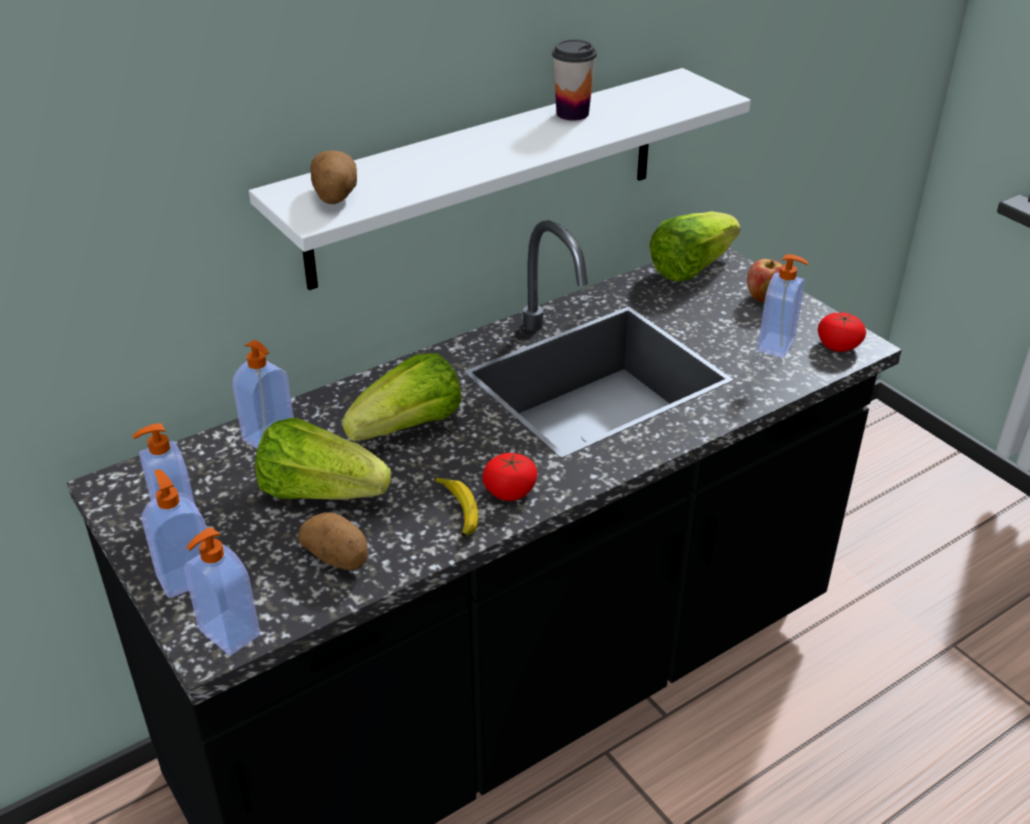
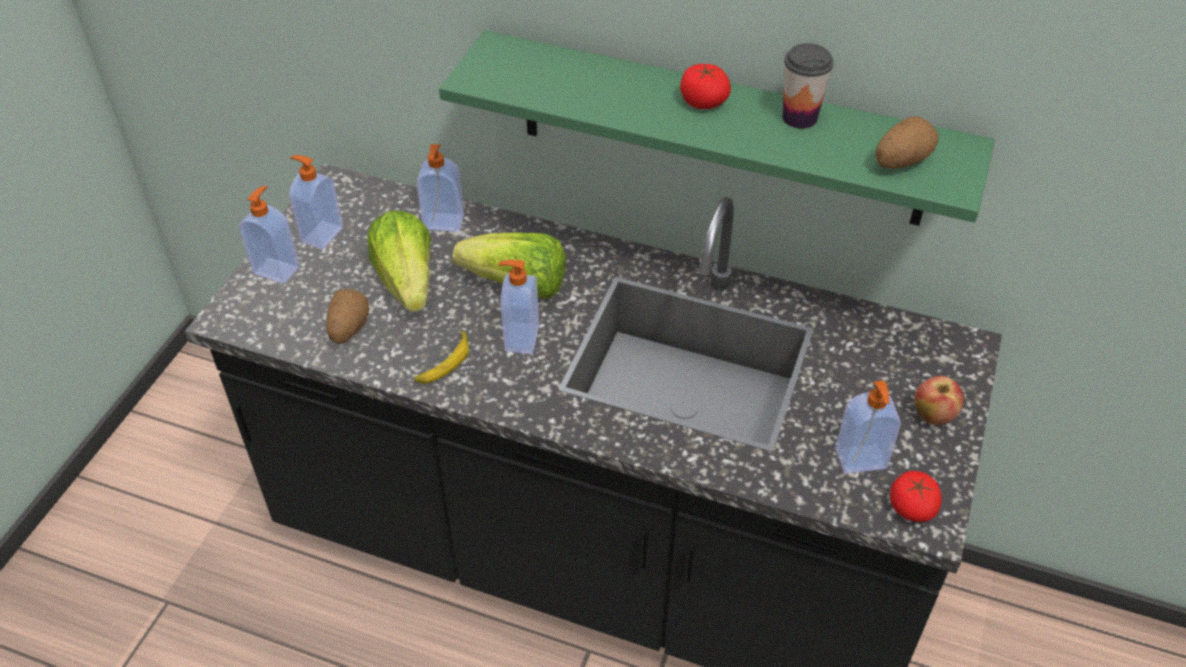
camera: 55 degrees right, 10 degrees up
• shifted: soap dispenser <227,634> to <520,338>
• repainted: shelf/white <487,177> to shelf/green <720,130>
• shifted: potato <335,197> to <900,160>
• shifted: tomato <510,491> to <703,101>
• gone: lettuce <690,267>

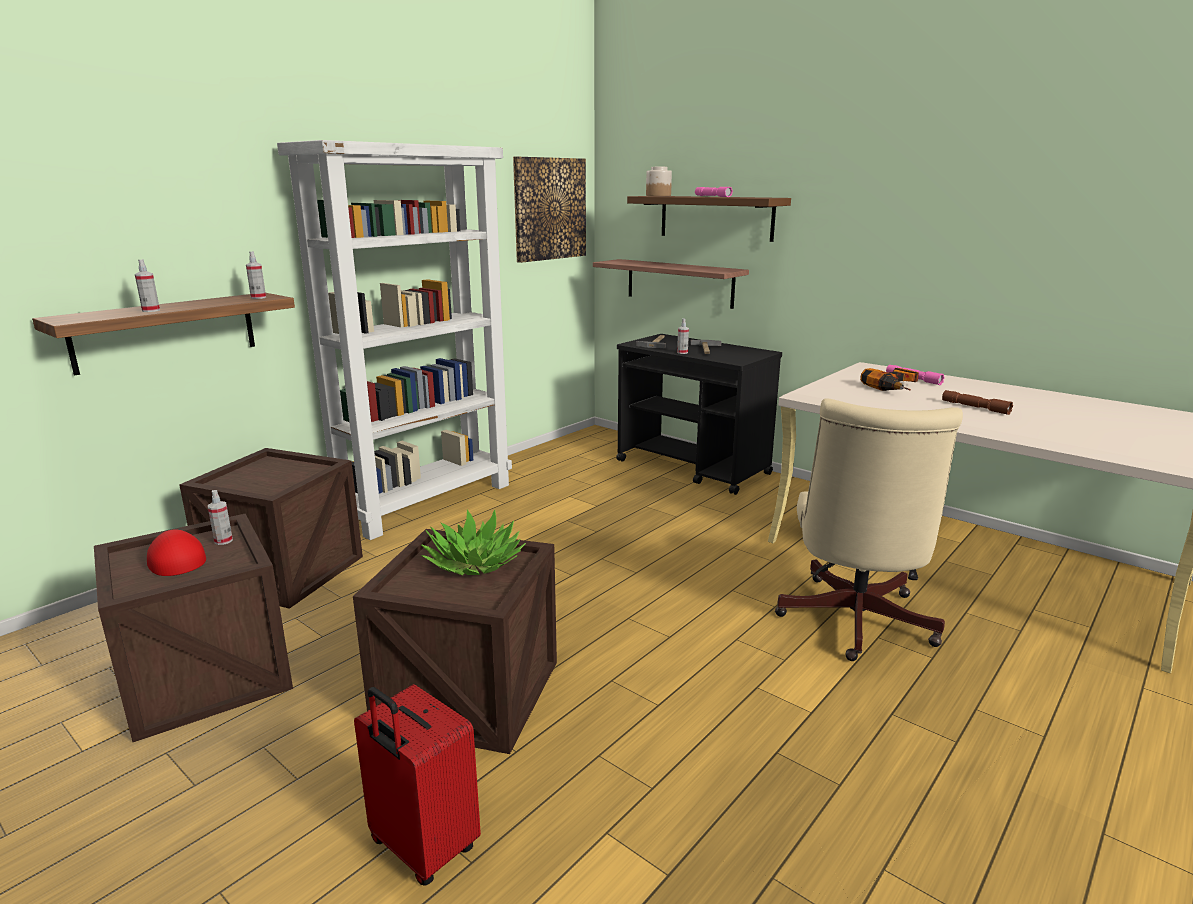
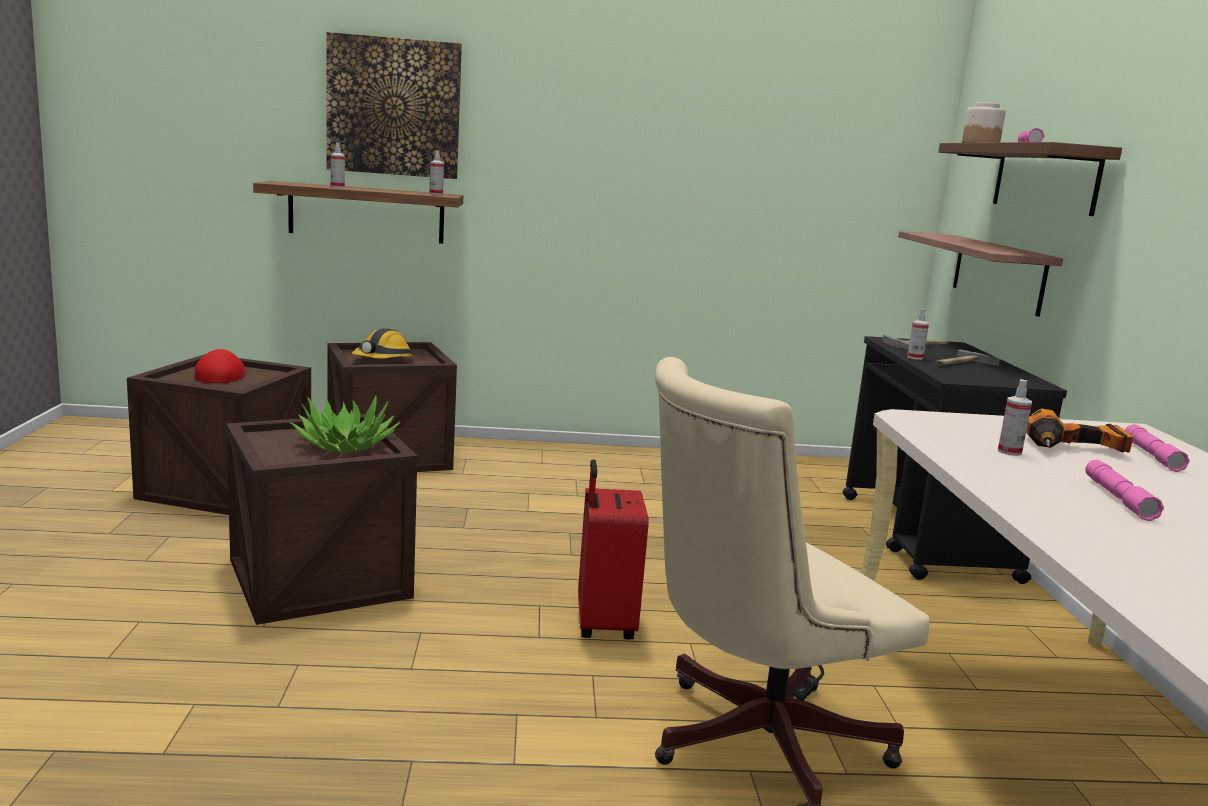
camera: 45 degrees right, 5 degrees down
• shifted: spray bottle <223,541> to <1009,452>
• gone: bookcase/white <427,502>
• shifted: suitcase/red <422,848> to <603,624>
• shifted: picture <549,209> to <394,107>
• repainted: flashlight/brown <975,407> to flashlight/pink <1118,498>
• new: hard hat <383,361>

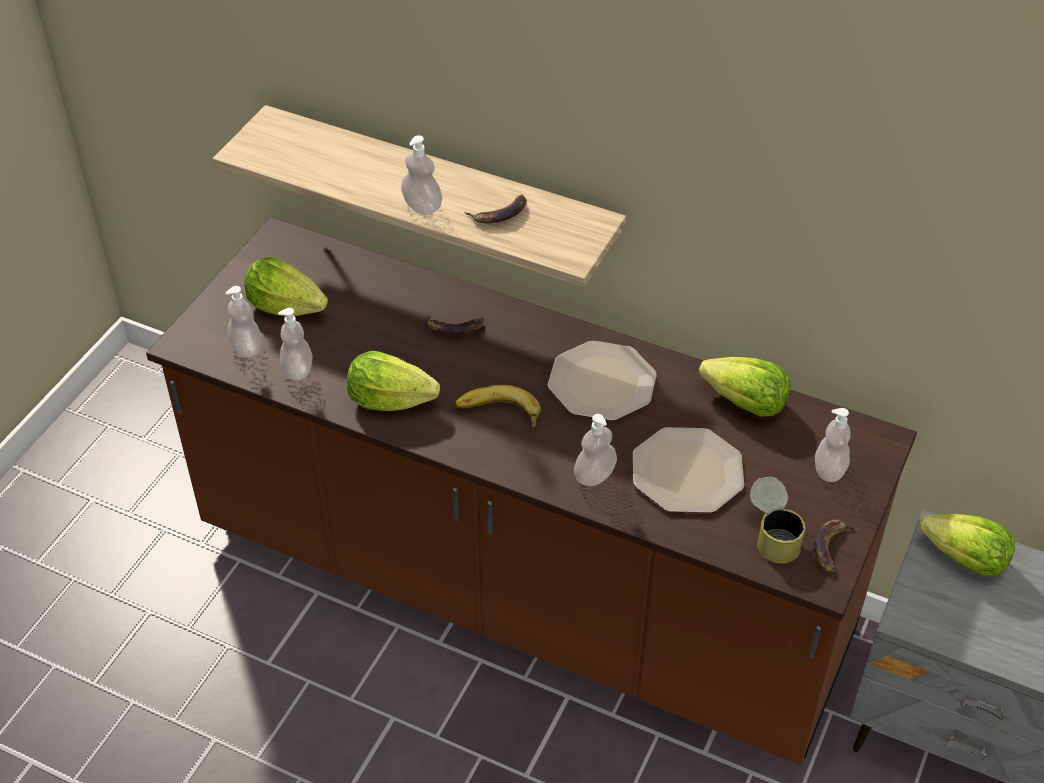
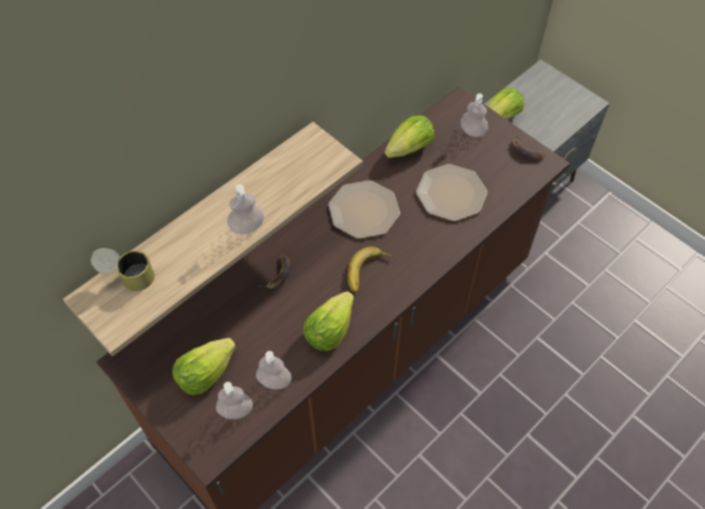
camera: 70 degrees left, 10 degrees up
• gone: banana <500,213>
• gone: soap dispenser <594,476>
• shifted: can <773,535> to <128,277>

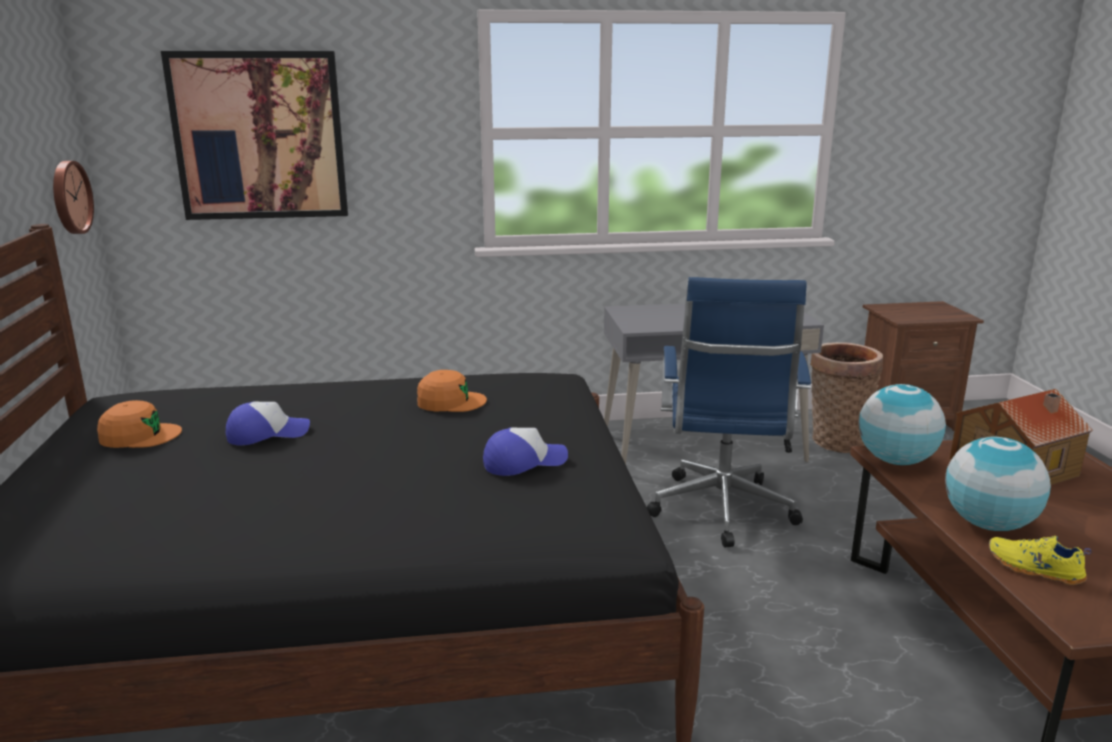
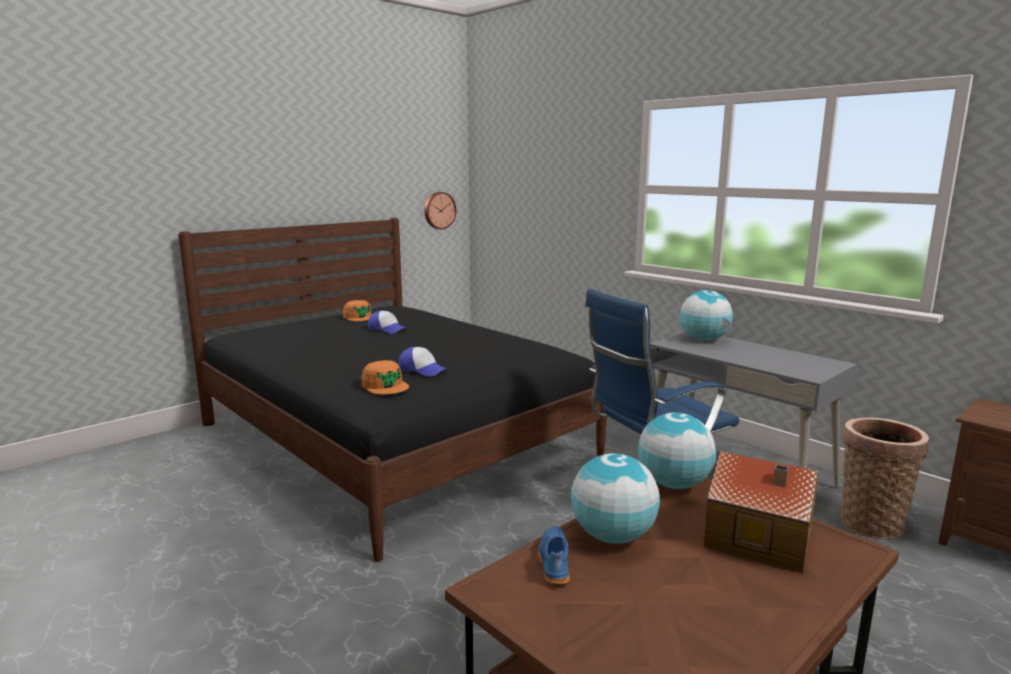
camera: 55 degrees right, 5 degrees down
• gone: picture <259,136>
• shifted: cap/orange <450,401> to <385,386>
• repainted: shoe/yellow <1034,570> to shoe/blue <553,562>
• new: globe <703,340>

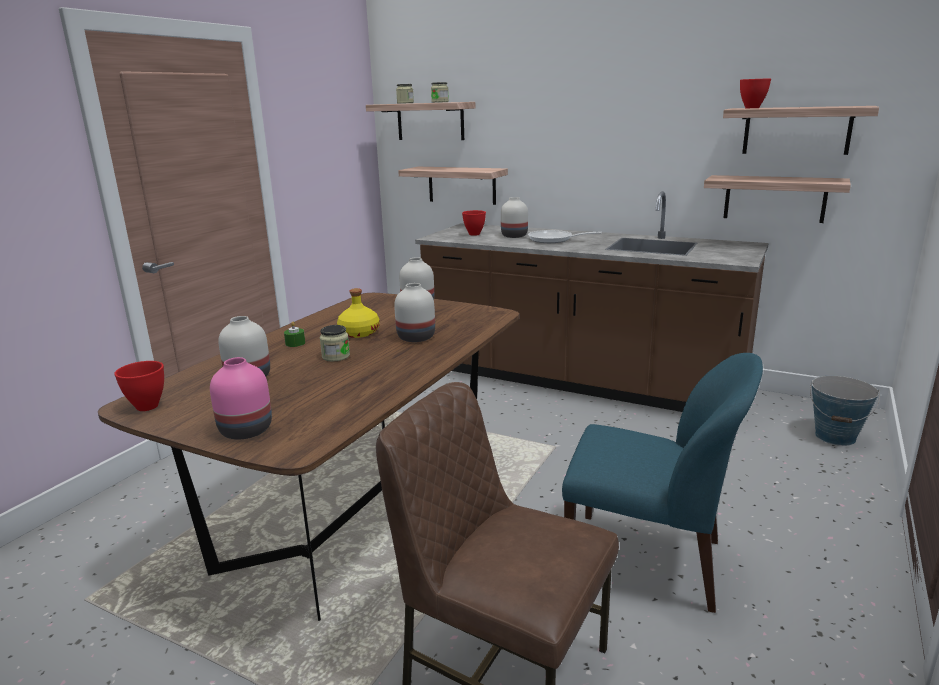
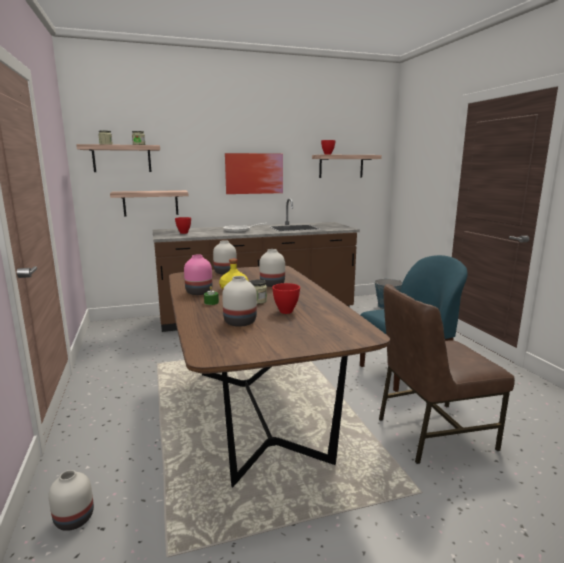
camera: 45 degrees left, 5 degrees down
• shifted: bowl/red <148,407> to <286,311>
• shifted: vase/pink <247,431> to <200,292>
• shifted: vase/white <514,236> to <75,519>
• gone: shelf <774,198>
• new: picture <254,173>

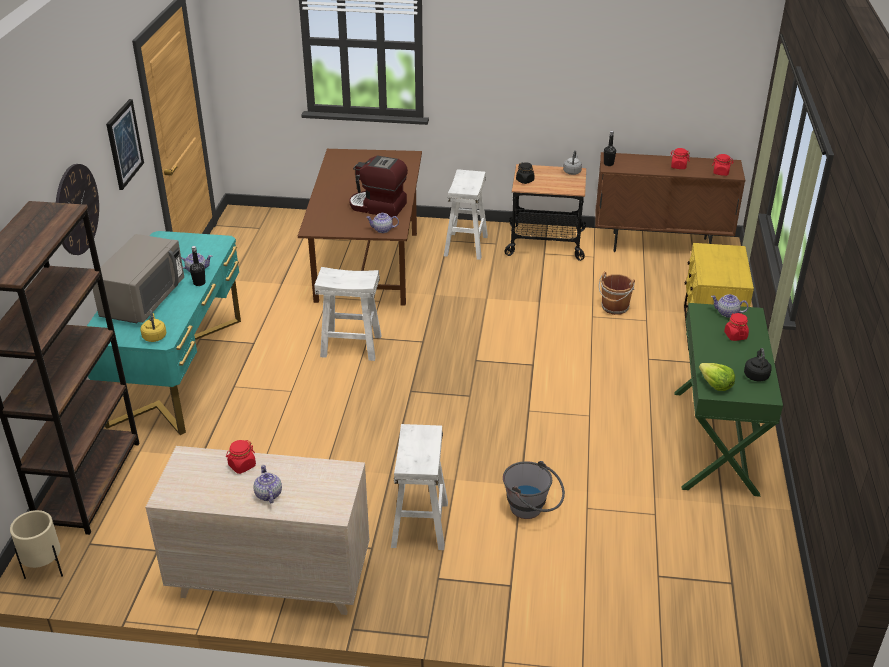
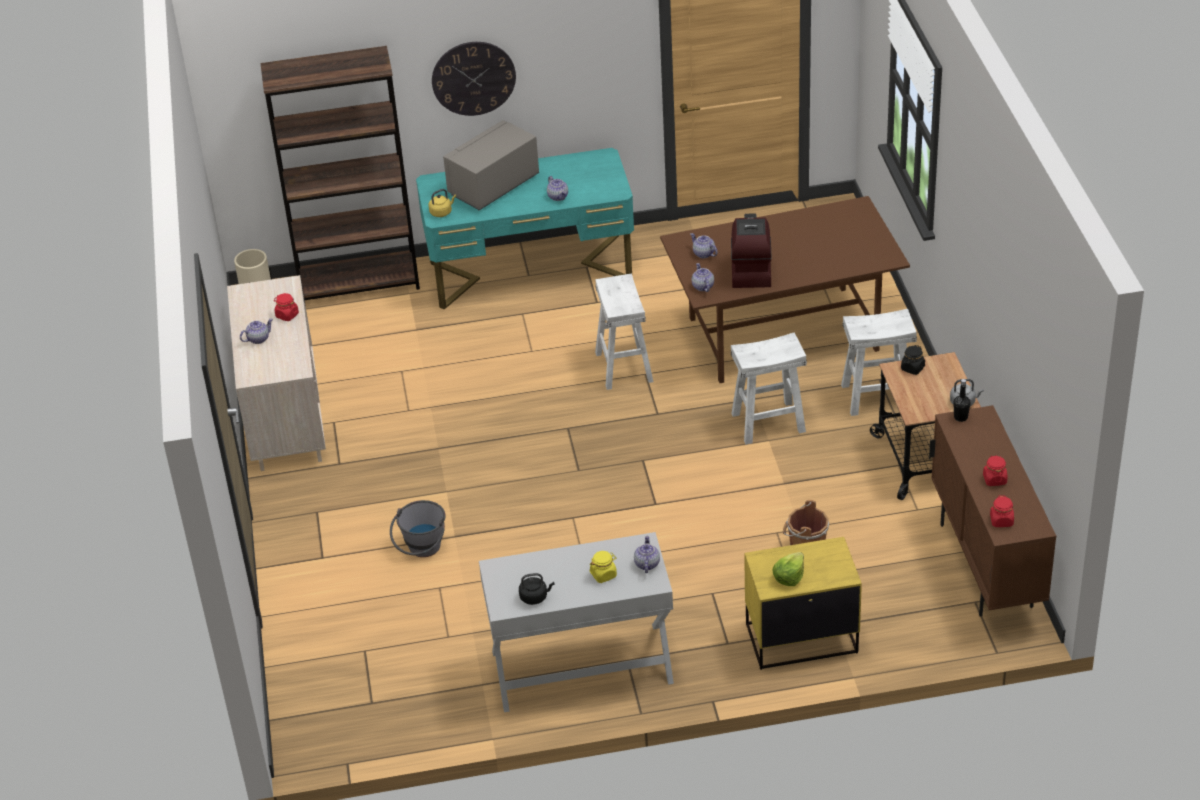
camera: 75 degrees right, 5 degrees up
• rotated: microwave/grey <143,300> = <493,186> 135 degrees clockwise
• gone: picture <124,144>
• gone: bottle/black <199,283>
• shifted: stool/white <420,524> to <768,423>
• repainted: console table/green <715,441> to console table/white <582,668>
• shifted: lettuce <715,385> to <789,576>
• repainted: jar/red <735,335> to jar/yellow <603,575>
• new: teapot <703,253>

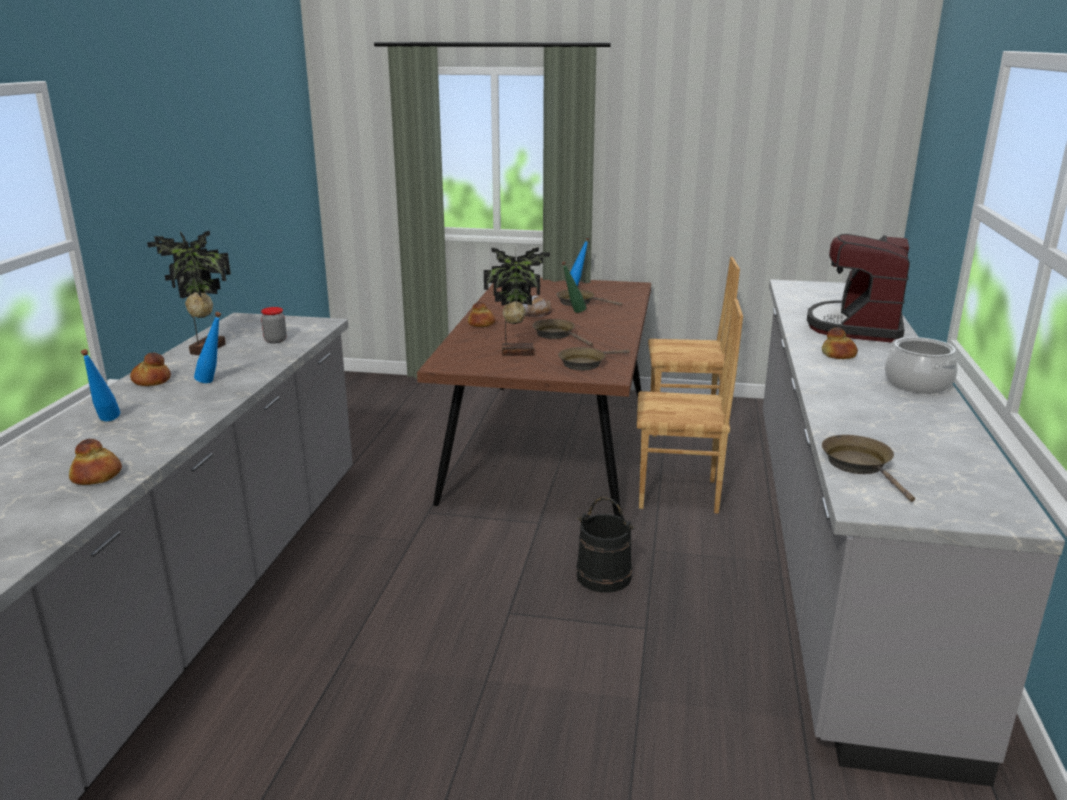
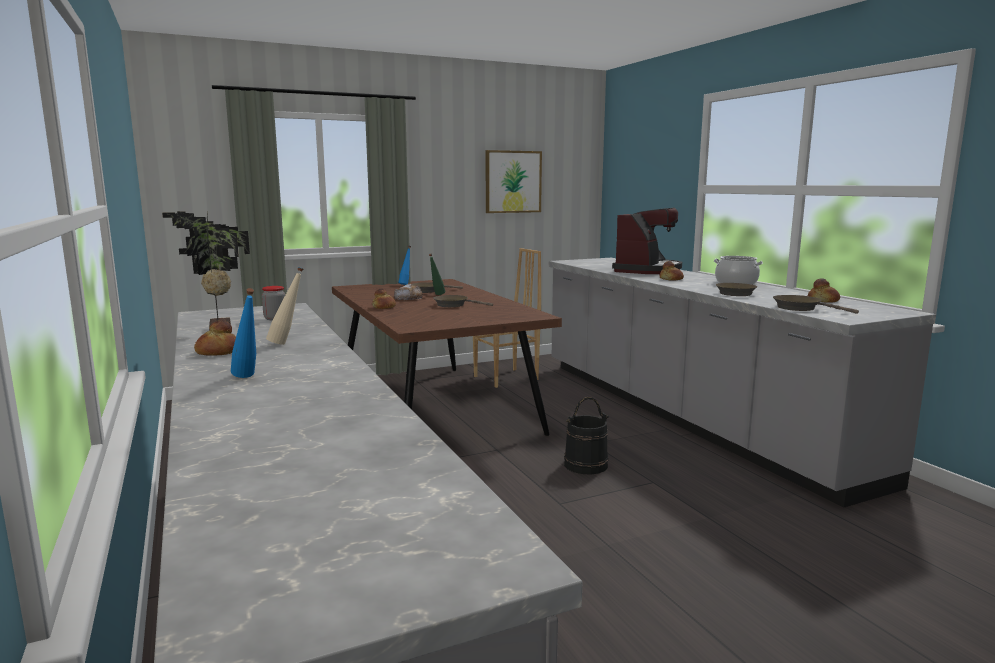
camera: 35 degrees left, 10 degrees down
• shifted: bread <97,476> to <823,300>
• repainted: bottle/blue <213,382> to bottle/beige <287,343>
• gone: potted plant <516,352>
• shifted: frying pan/brown <585,363> to <735,293>
• gone: chair/brown <678,495>
• rotated: coffee machine <856,326> = <647,270> 135 degrees counterclockwise
• new: picture <513,182>

